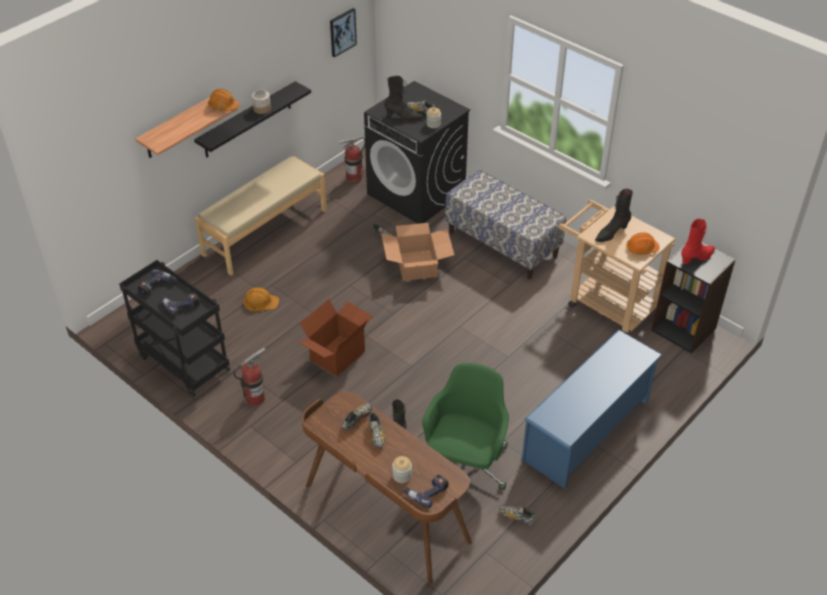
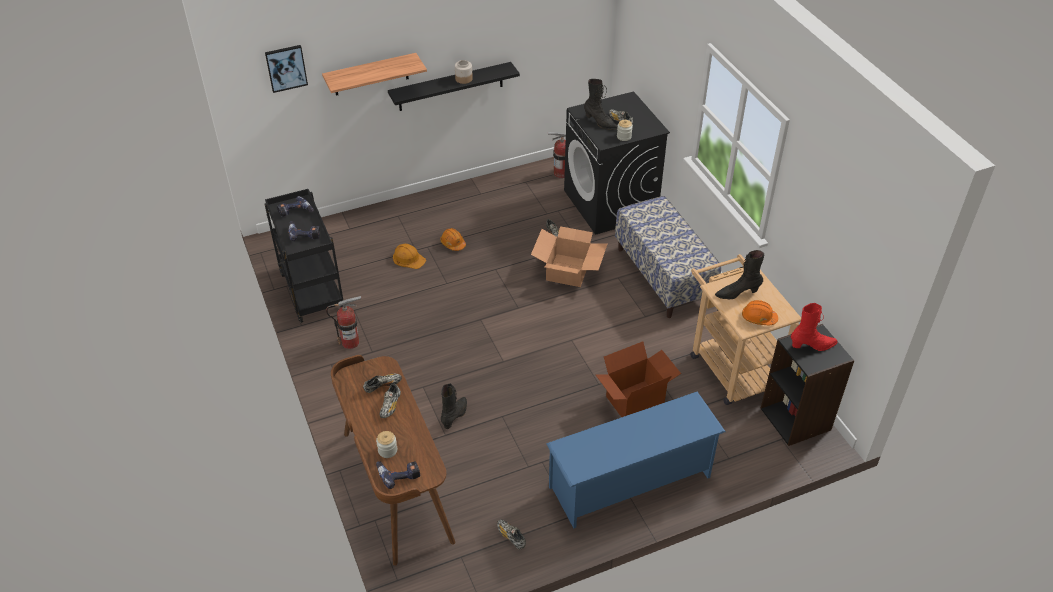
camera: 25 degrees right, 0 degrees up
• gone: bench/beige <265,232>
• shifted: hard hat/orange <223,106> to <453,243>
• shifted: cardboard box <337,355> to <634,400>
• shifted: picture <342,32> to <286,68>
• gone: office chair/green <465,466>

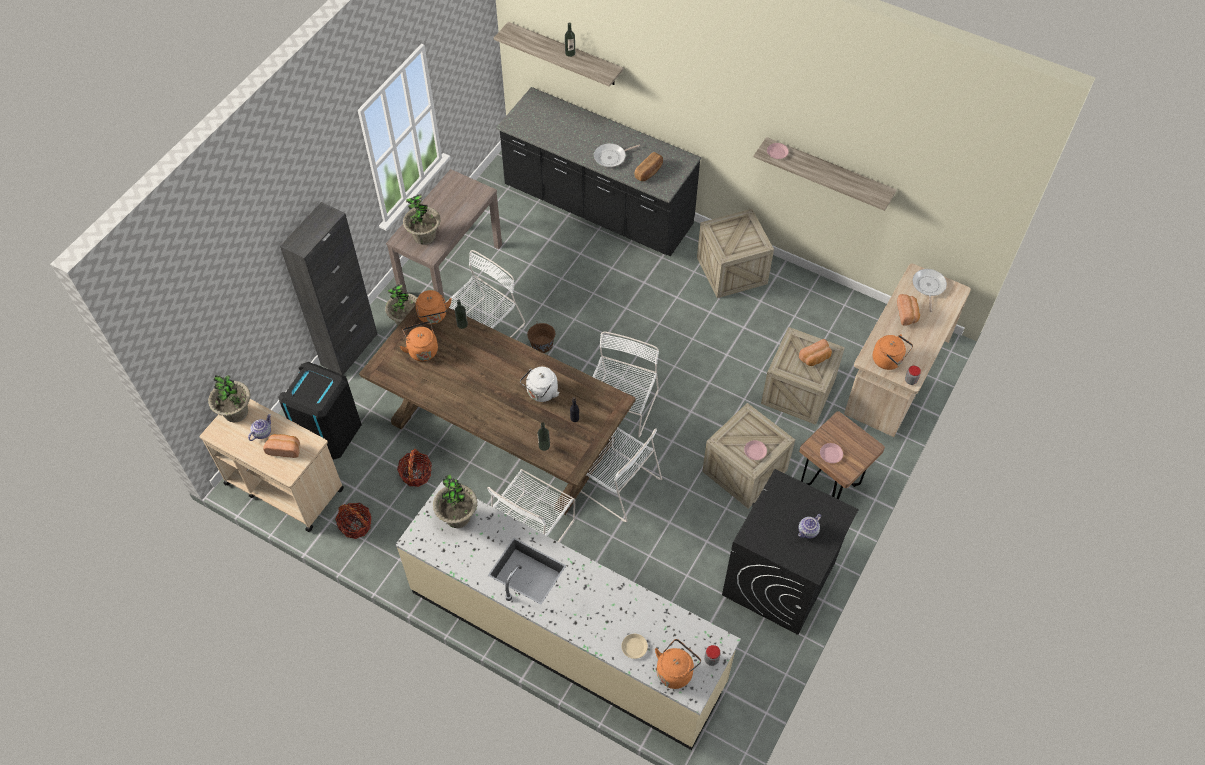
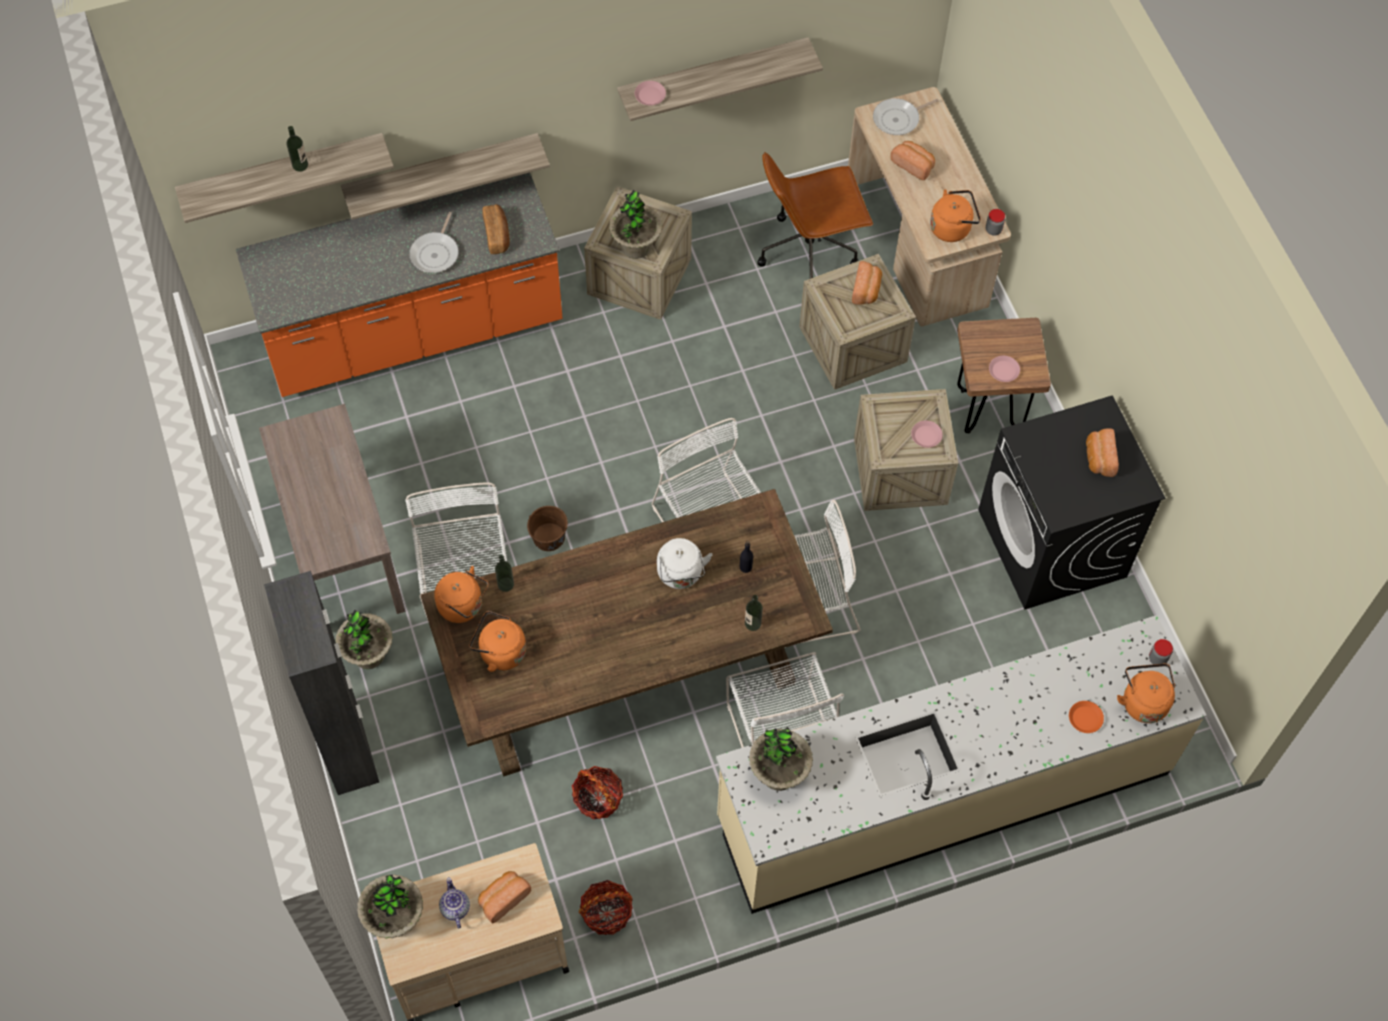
camera: 50 degrees left, 5 degrees up
• gone: trash can/black <328,432>
• shifted: potted plant <424,236> to <636,246>
• repainted: counter/black <598,208> to counter/orange <414,333>
• repainted: plate/beige <634,647> to plate/orange <1085,718>
• swapped: teapot <808,531> to bread <1099,458>
• rotated: frying pan <928,287> = <898,119> 75 degrees counterclockwise
• new: shelf <441,171>
• new: office chair/brown <809,252>

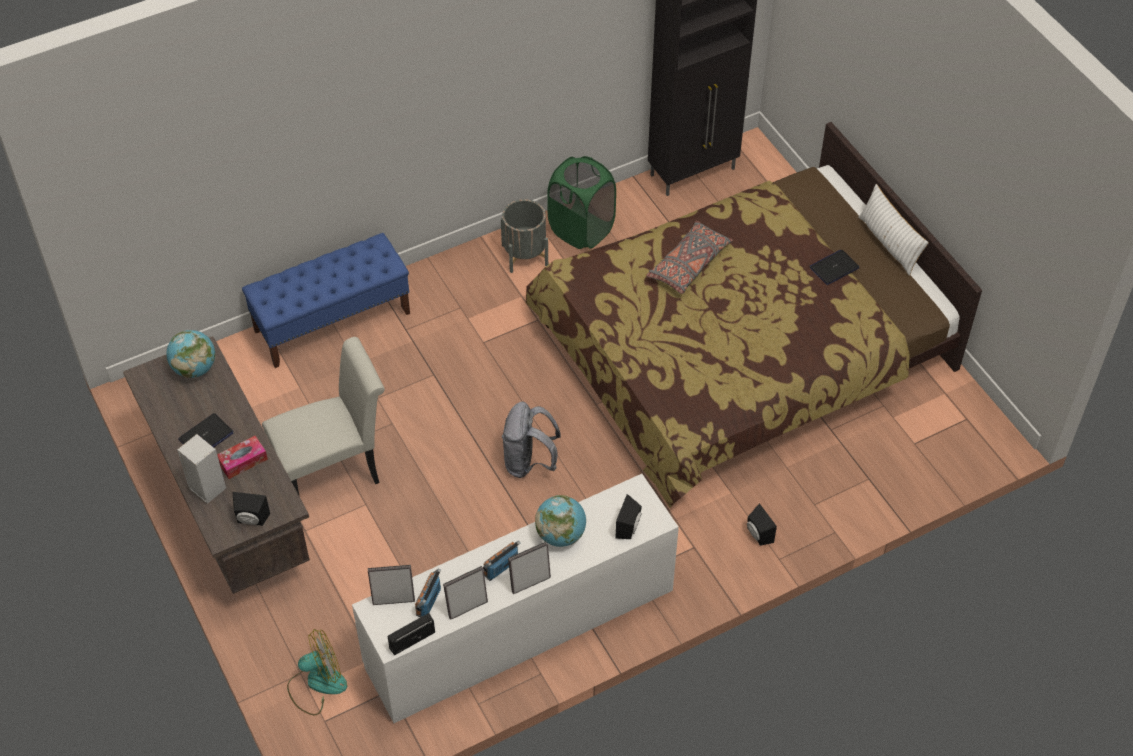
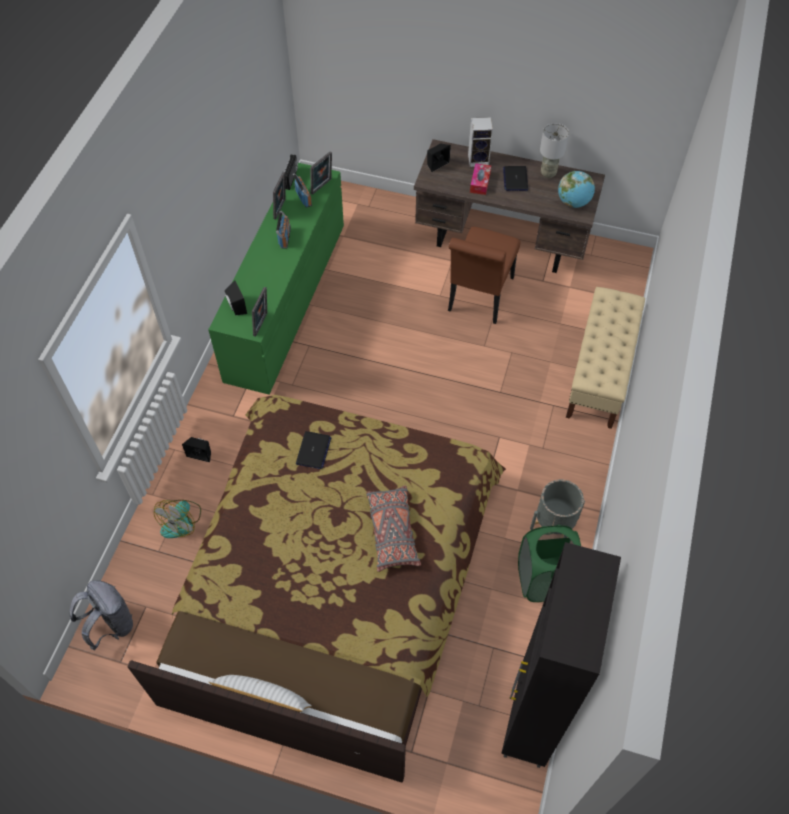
camera: 135 degrees right, 5 degrees up
• repainted: bench/blue <332,321> to bench/beige <599,373>
• repainted: chair/white <334,470> to chair/brown <479,298>
• shifted: fan <317,684> to <181,521>
• repainted: dresser/white <520,628> to dresser/green <286,302>
• shifted: backpack/grey <529,462> to <111,625>
• shifted: picture frame <530,582> to <262,325>
• gone: globe <560,535>
• shifted: laptop <834,268> to <313,451>
• new: table lamp/grey <548,173>

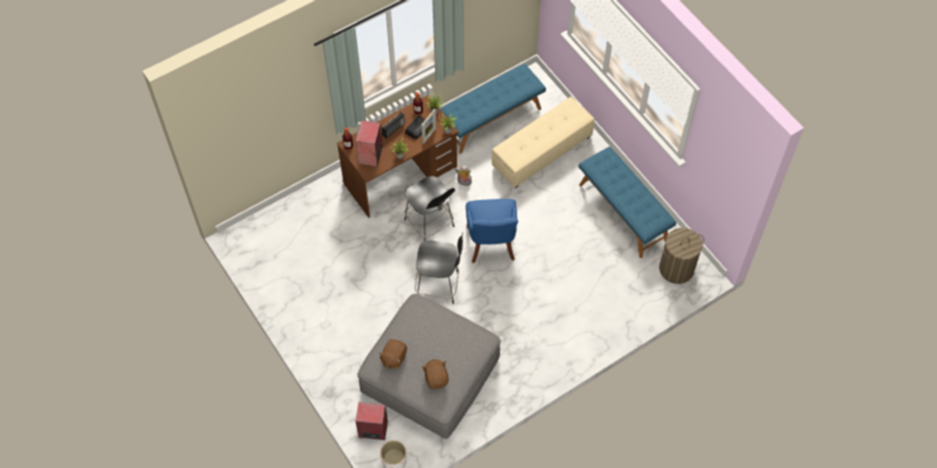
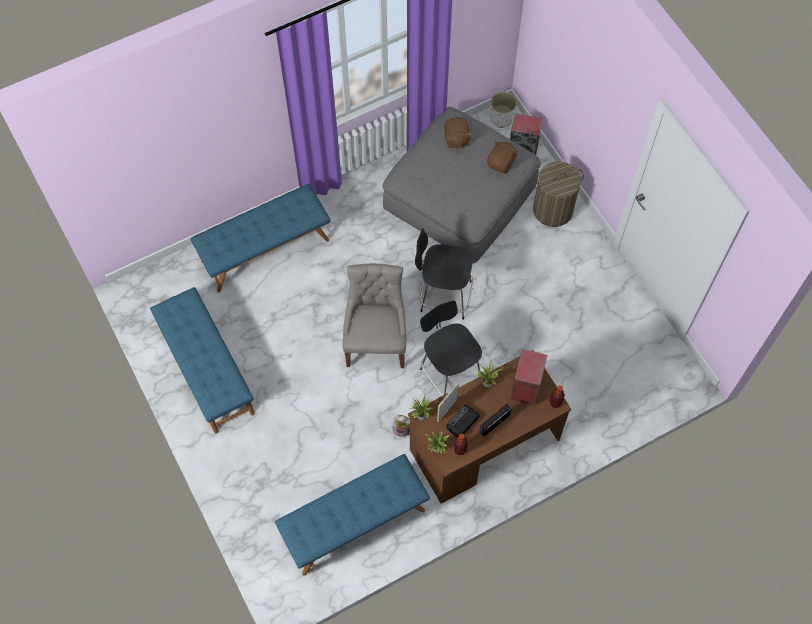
camera: 175 degrees left, 5 degrees up
• repainted: chair/blue <491,244> to chair/grey <376,341>
• gone: ottoman/beige <541,151>
• shifted: laundry basket <676,269> to <553,210>
• new: bench/blue <265,249>

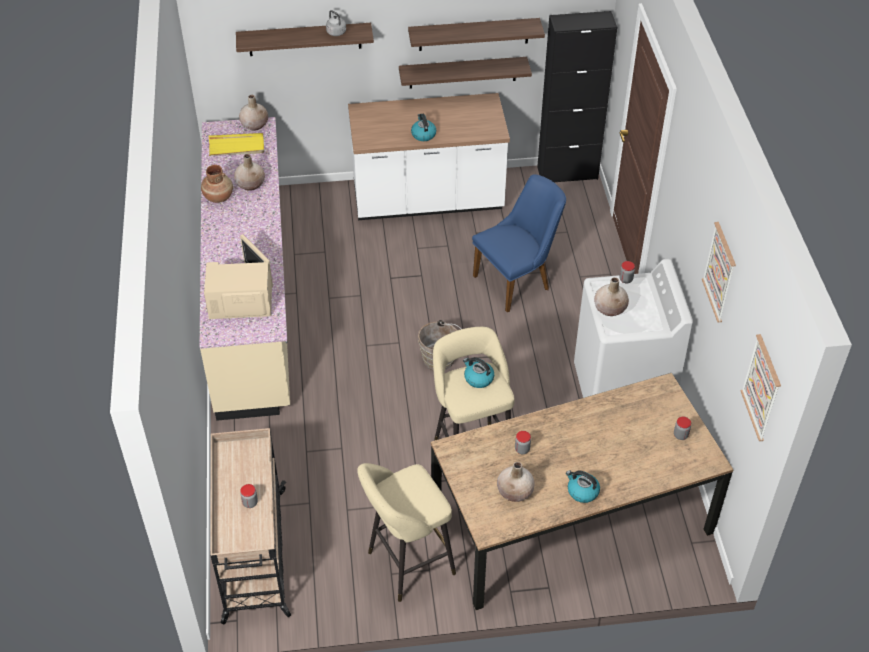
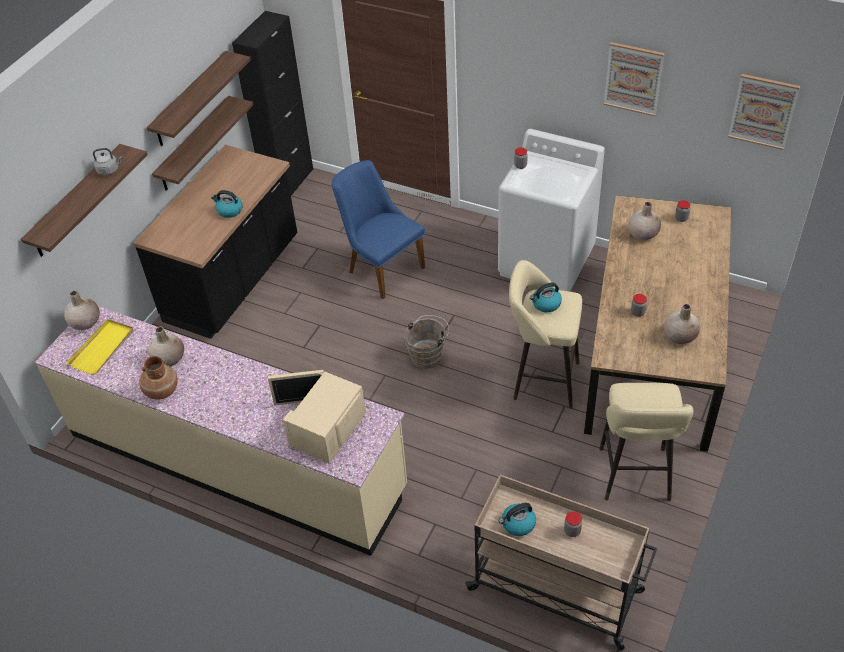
camera: 55 degrees left, 0 degrees up
• repainted: counter/white <428,200> to counter/black <234,281>
• rotated: chair/blue <518,280> = <381,267> 45 degrees counterclockwise
• shifted: kettle <582,491> to <517,524>
• shifted: vase/beige <610,309> to <643,234>

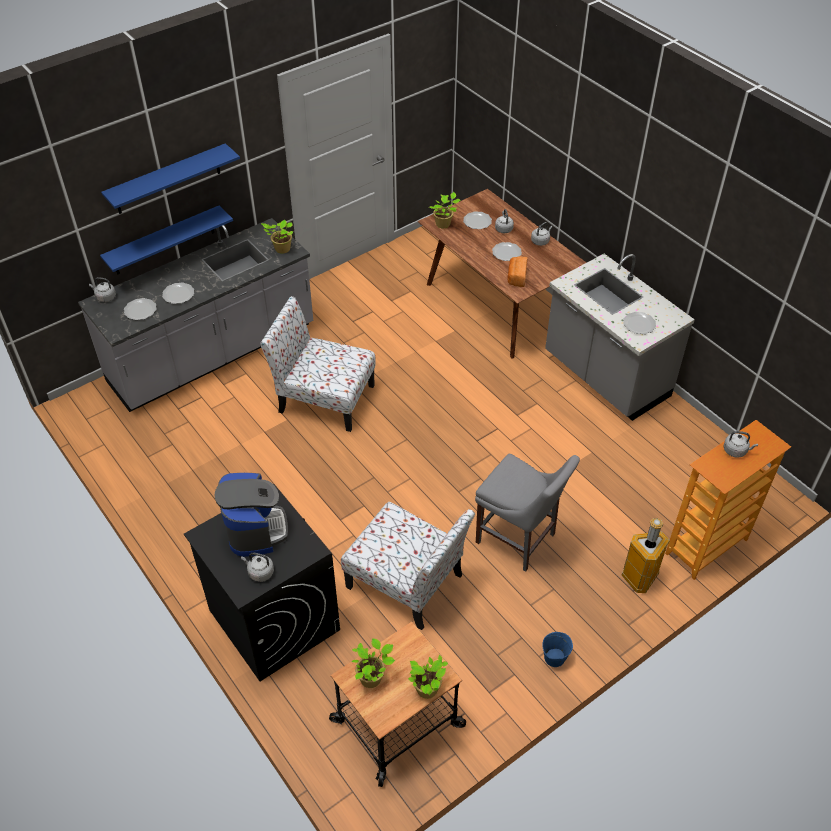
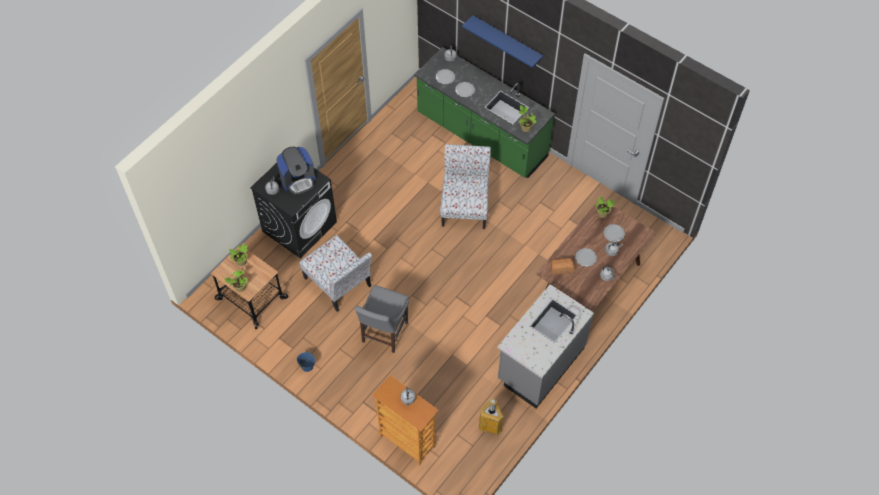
camera: 75 degrees right, 10 degrees up
• repainted: counter/grey <213,355> to counter/green <481,136>
• gone: shelf/blue <163,241>
• rotated: chair <407,582> = <339,283> 60 degrees counterclockwise
• shifted: trash can <640,578> to <490,426>
• gone: plate <639,324>

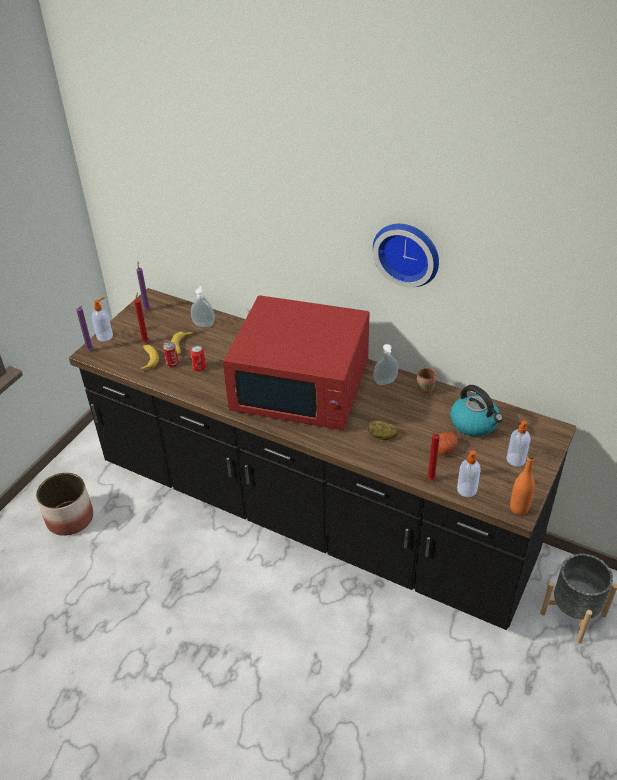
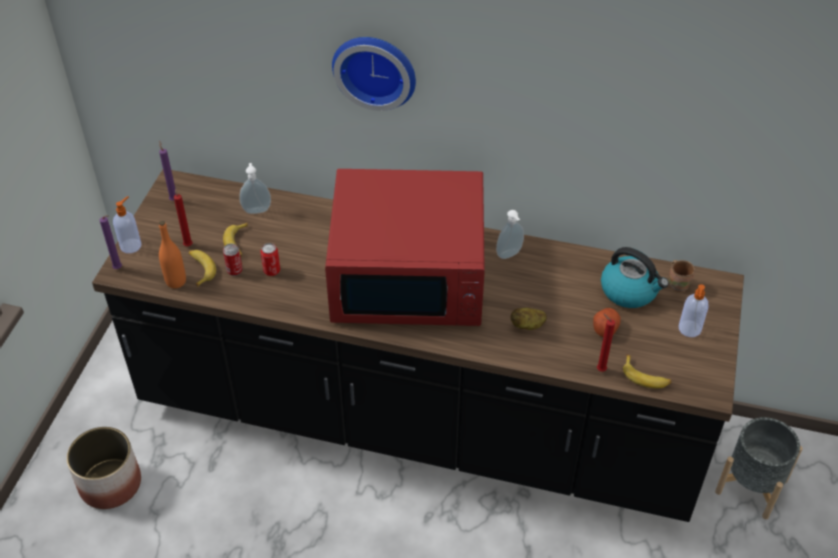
camera: 15 degrees left, 5 degrees up
• shifted: wall clock <408,252> to <376,69>
• shifted: mug/brown <426,388> to <678,285>
• swapped: soap dispenser <466,490> to banana <645,377>
• shifted: bottle/orange <519,508> to <176,281>

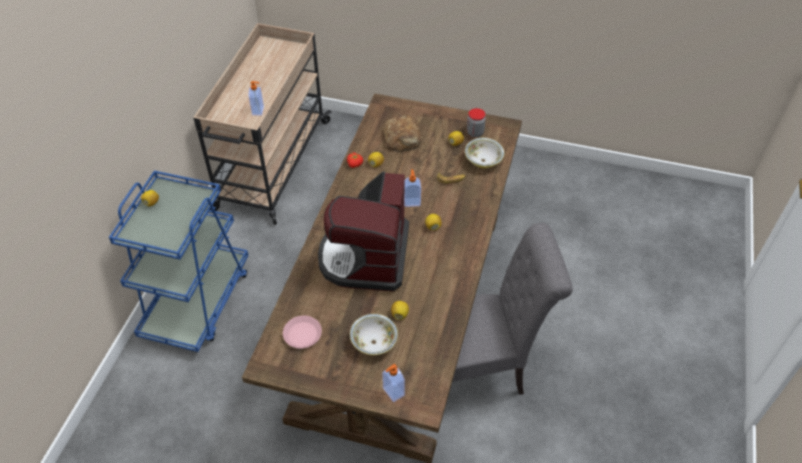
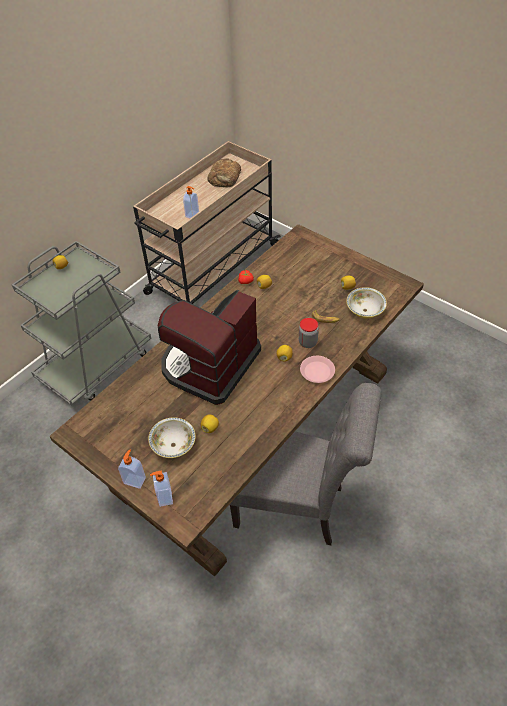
camera: 25 degrees right, 0 degrees up
• repainted: cart/blue <197,301> to cart/grey <96,364>
• shifted: plate/pink <302,334> to <317,372>
• shifted: bread <403,137> to <225,177>
• shifted: soap dispenser <412,202> to <135,480>
• shifted: jar <475,132> to <308,342>

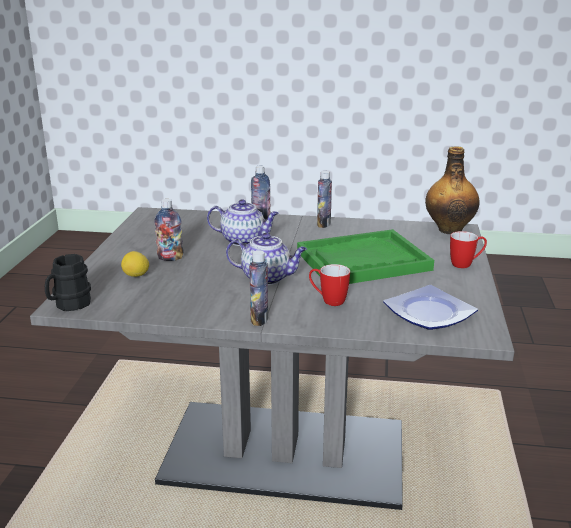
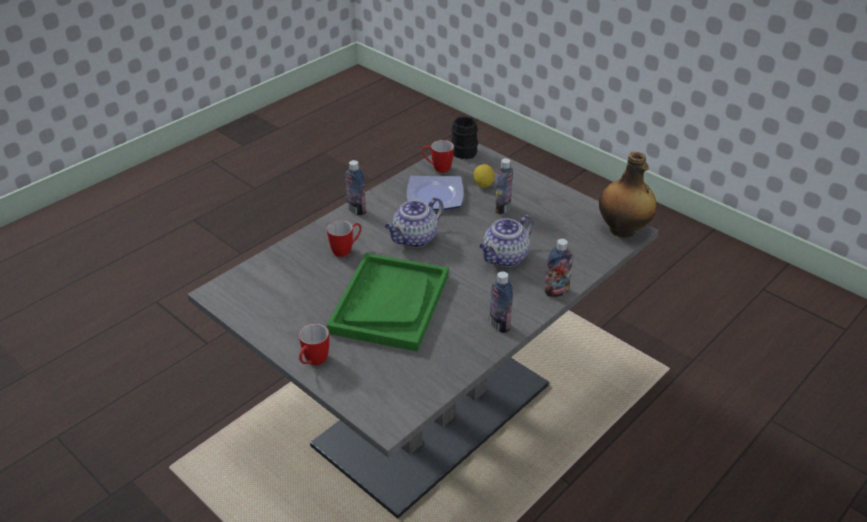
camera: 125 degrees right, 15 degrees up
• shifted: plate <429,312> to <436,197>
• shifted: bottle <449,229> to <623,230>
• new: mug <437,168>

